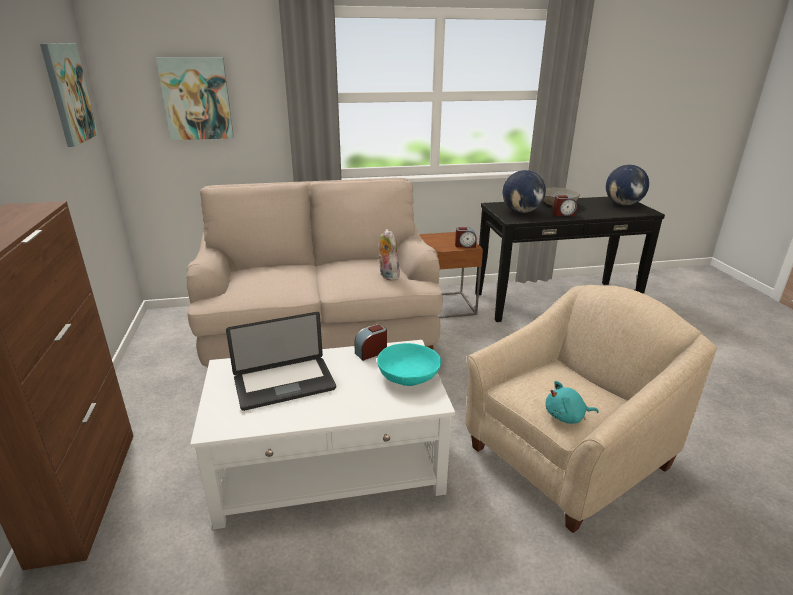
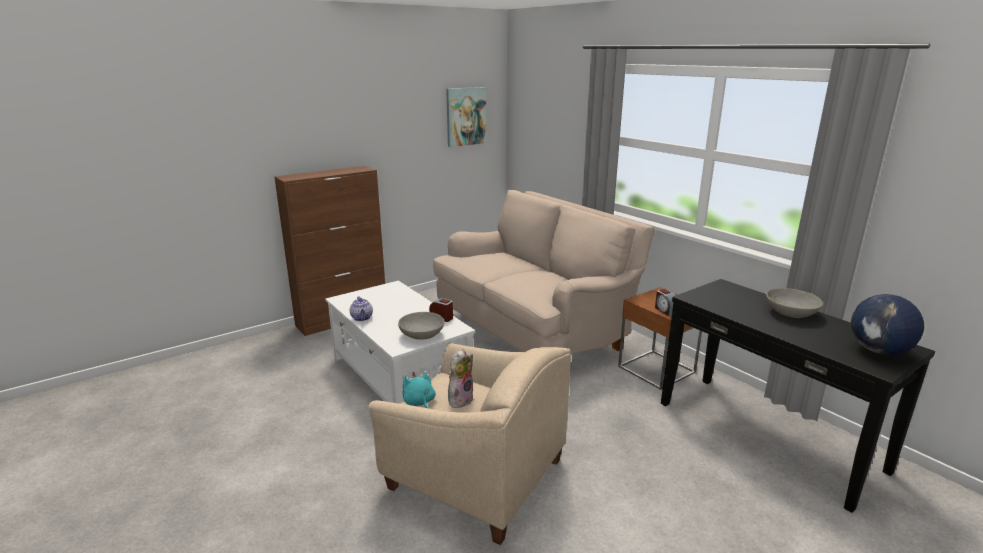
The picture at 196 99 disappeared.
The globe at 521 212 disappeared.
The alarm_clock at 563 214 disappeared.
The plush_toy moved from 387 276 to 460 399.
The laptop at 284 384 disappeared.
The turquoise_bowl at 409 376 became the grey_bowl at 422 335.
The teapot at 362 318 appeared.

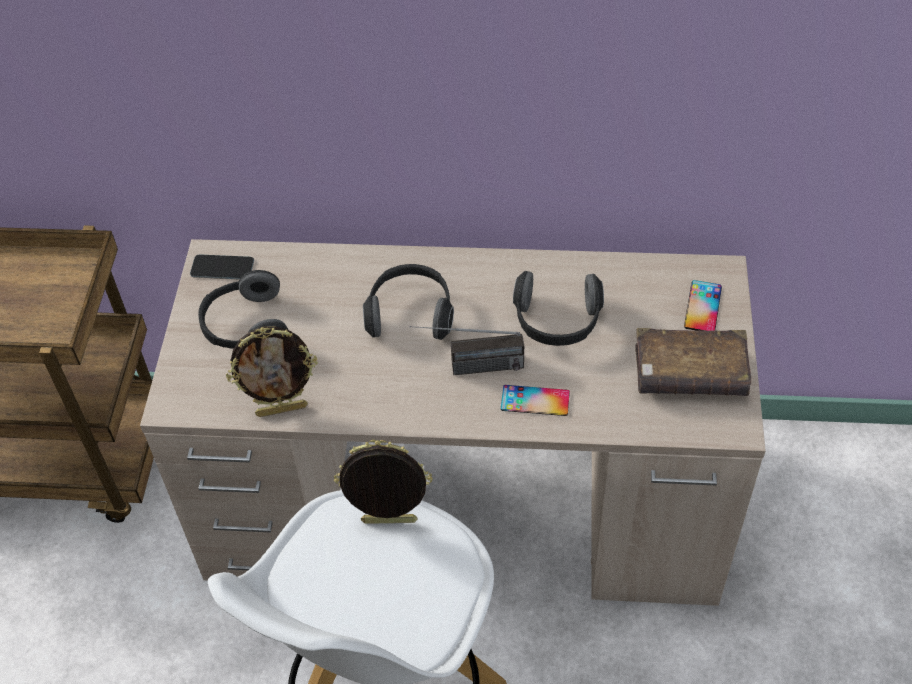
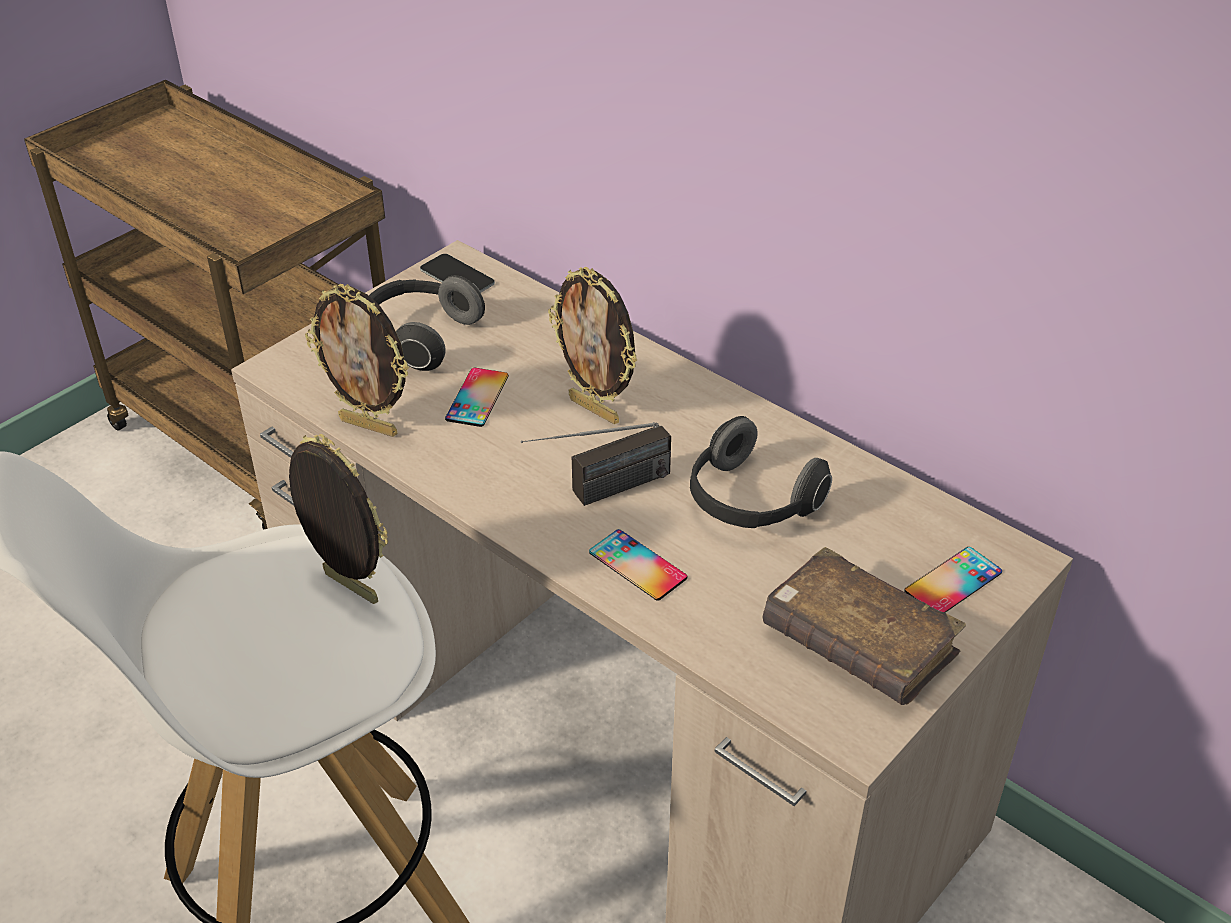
The headphones at 410 314 was replaced by the picture_frame at 595 410.
The radio at 468 368 turned 60 degrees counterclockwise.
The phone at 477 397 appeared.

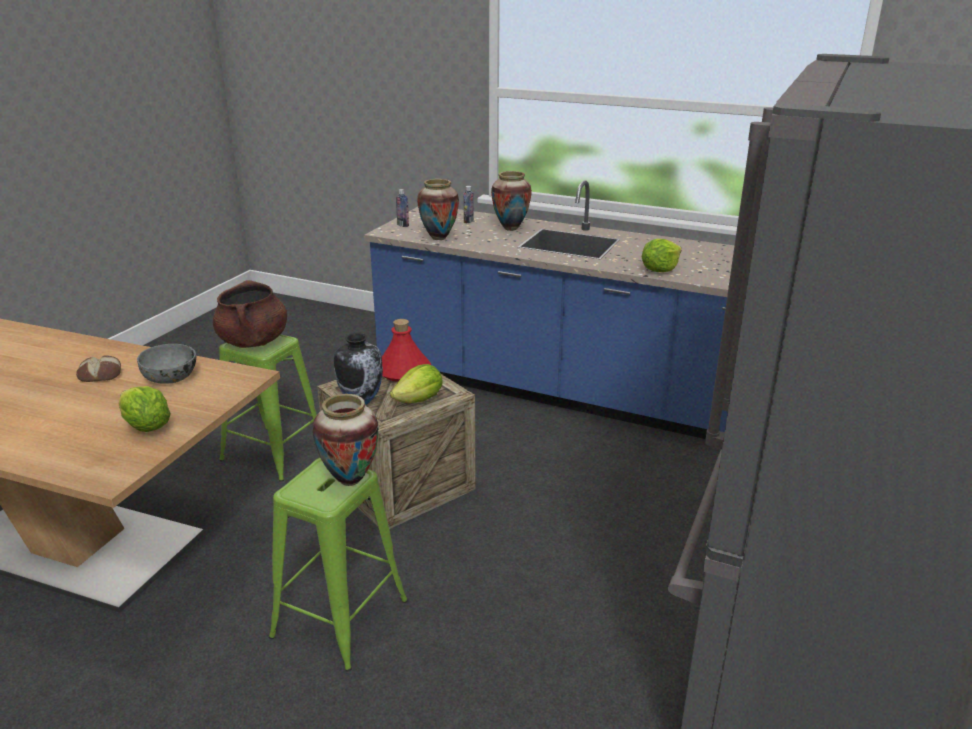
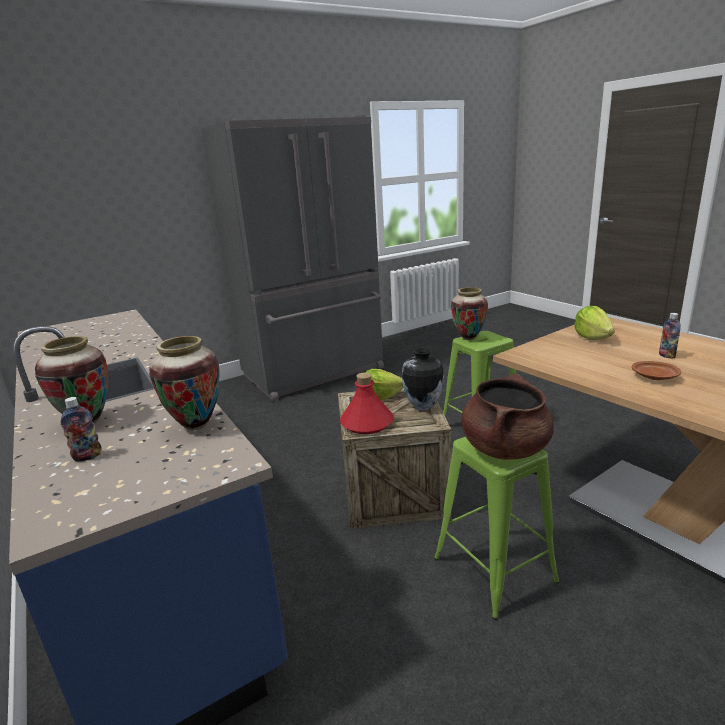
The bottle moved from 403 225 to 666 356.
The lettuce at 659 270 disappeared.
The grey_bowl at 170 377 disappeared.
The bread at 101 374 was replaced by the brown_plate at 655 377.

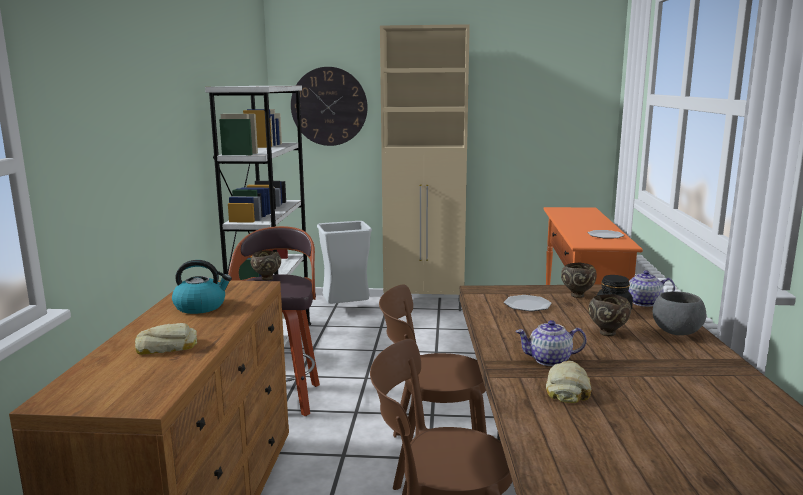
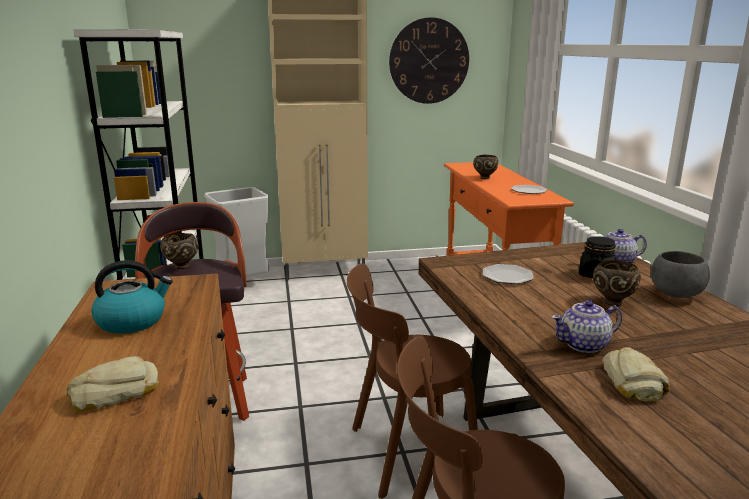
The wall_clock moved from 329 106 to 429 61.
The brown_bowl moved from 577 295 to 484 178.

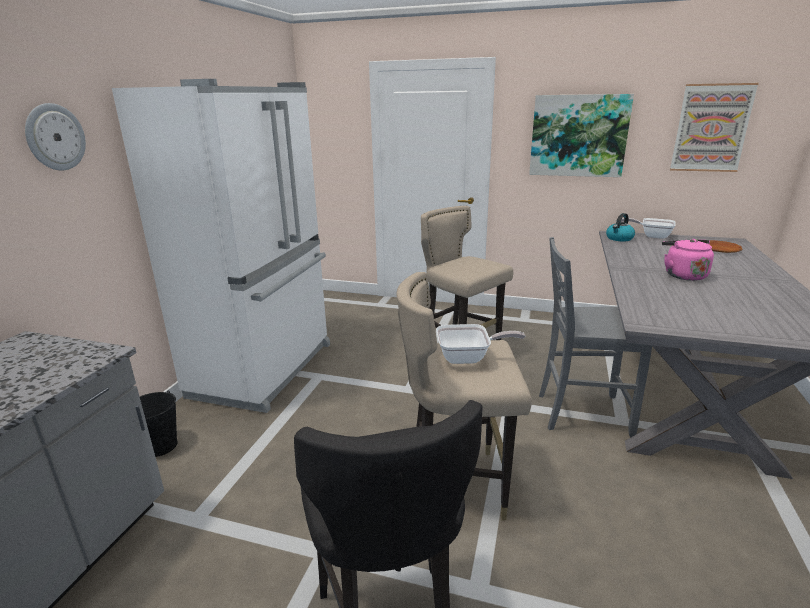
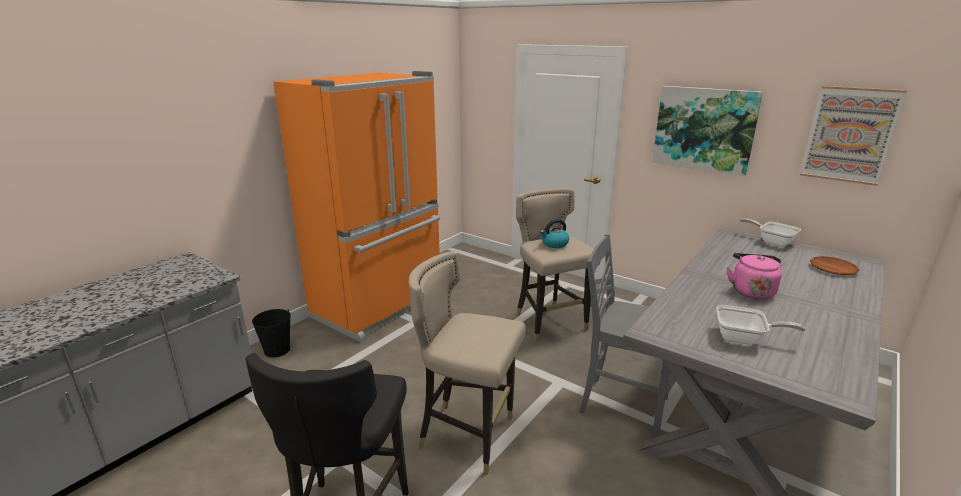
The white_fridge at 266 369 became the orange_fridge at 381 306.
The wall_clock at 55 137 disappeared.
The kettle moved from 619 238 to 554 244.
The frying_pan moved from 469 358 to 744 339.

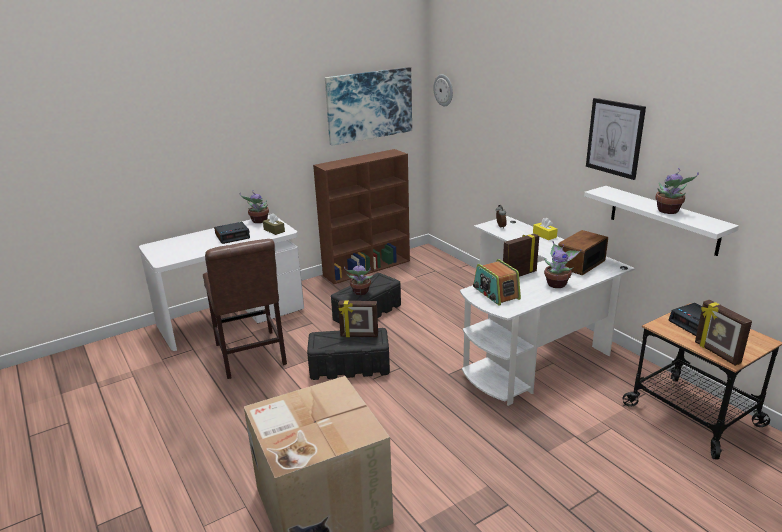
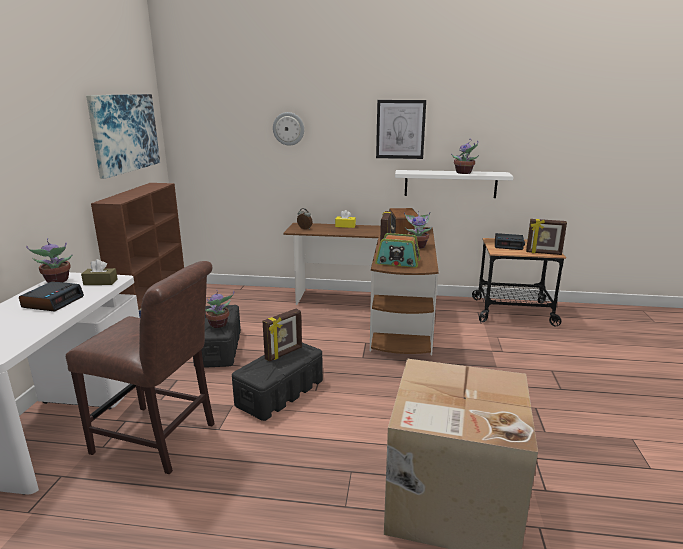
The wall_clock moved from 444 90 to 288 128.
The white_desk at 533 342 became the brown_desk at 376 313.

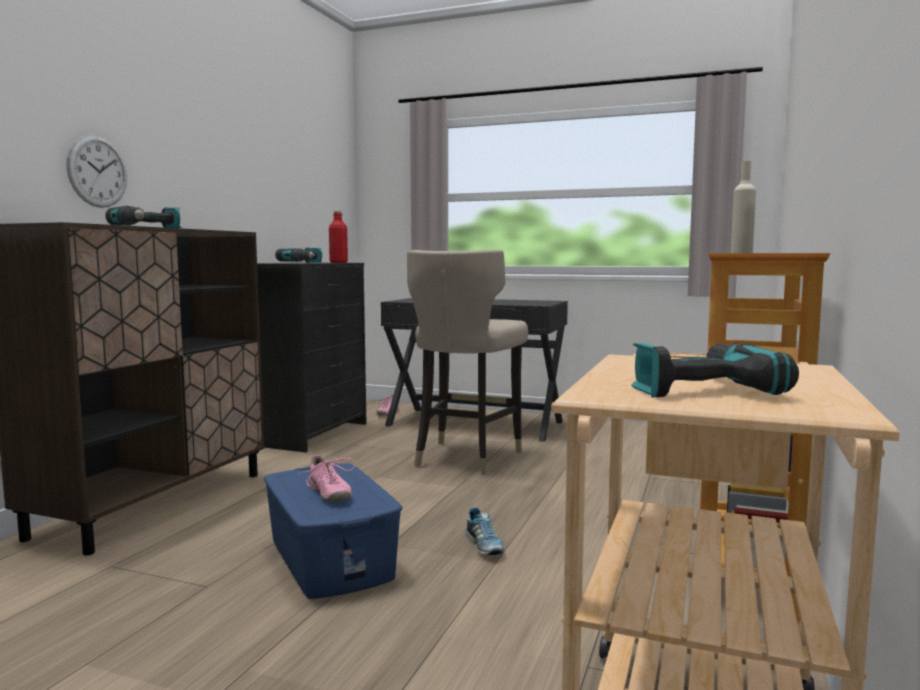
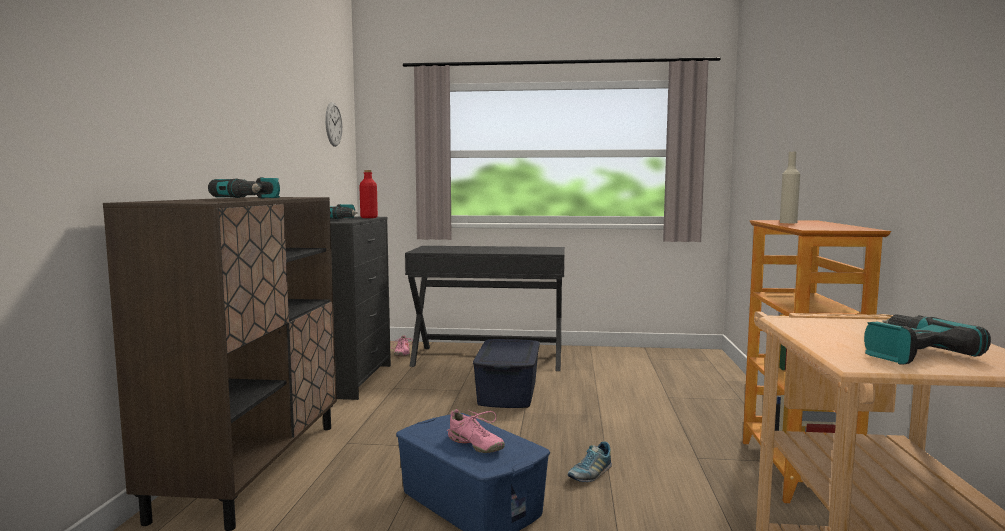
The wall_clock moved from 97 171 to 333 124.
The beige_stool at 465 457 was replaced by the blue_storage_box at 507 392.
The shoe at 484 546 turned 75 degrees clockwise.

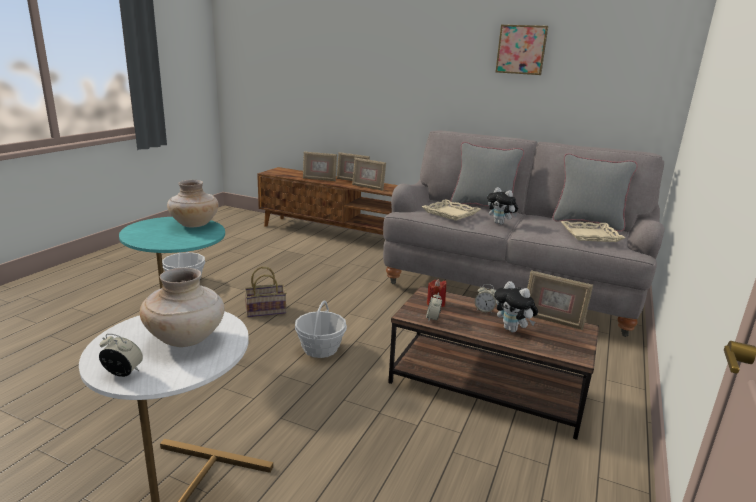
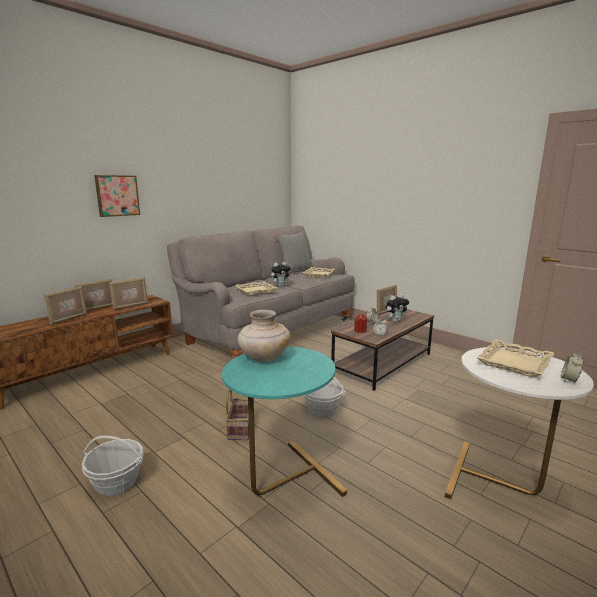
The picture moved from 521 49 to 117 195.
The grey_pillow at 482 206 disappeared.
The beige_vase at 186 339 was replaced by the beige_tray at 514 362.

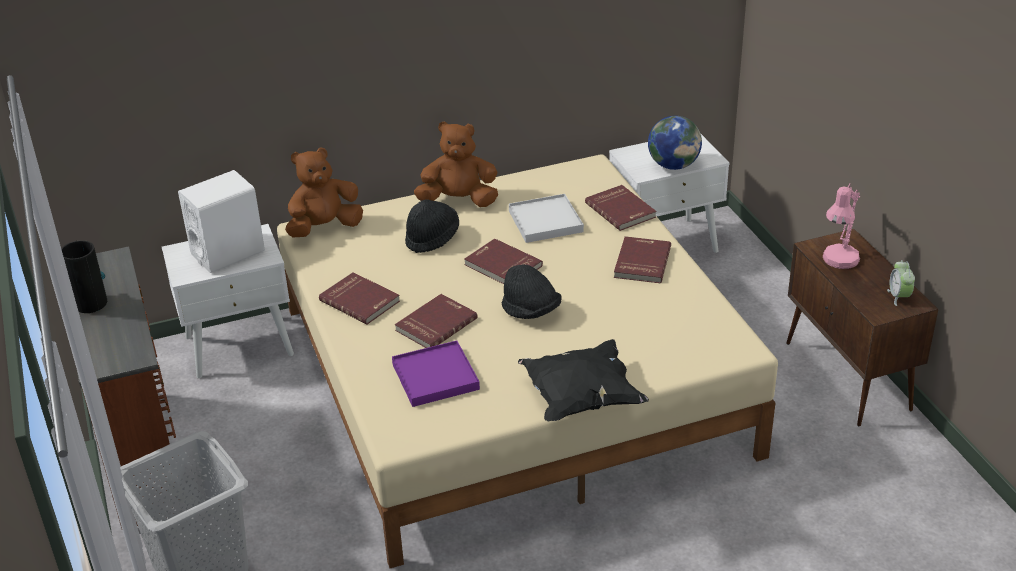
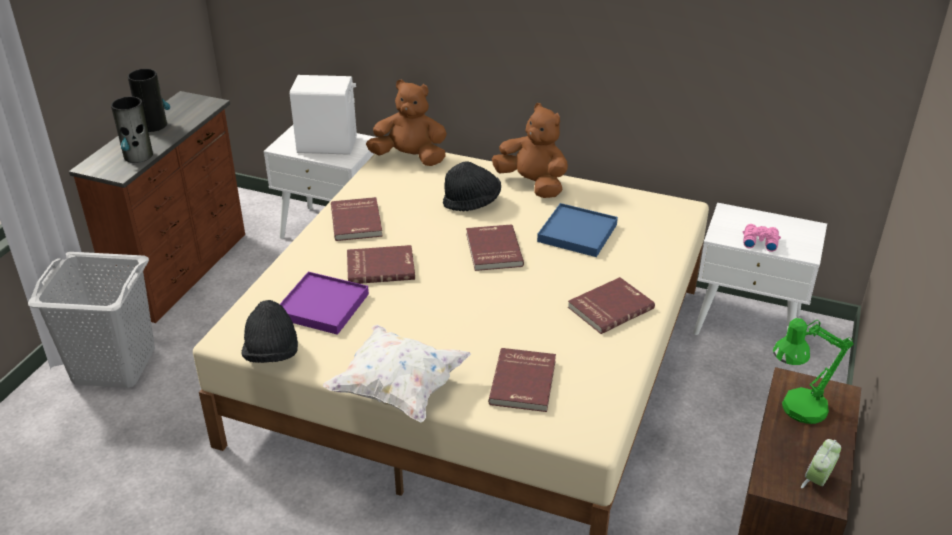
The globe at 673 165 was replaced by the pink_binoculars at 759 241.
The pink_table_lamp at 838 263 became the green_table_lamp at 796 410.
The red_book moved from 621 210 to 524 382.
The white_tray at 545 221 became the blue_tray at 577 233.
The black_hat moved from 530 311 to 272 354.
The black_pillow at 581 398 became the white_pillow at 398 389.
The vase at 138 155 appeared.

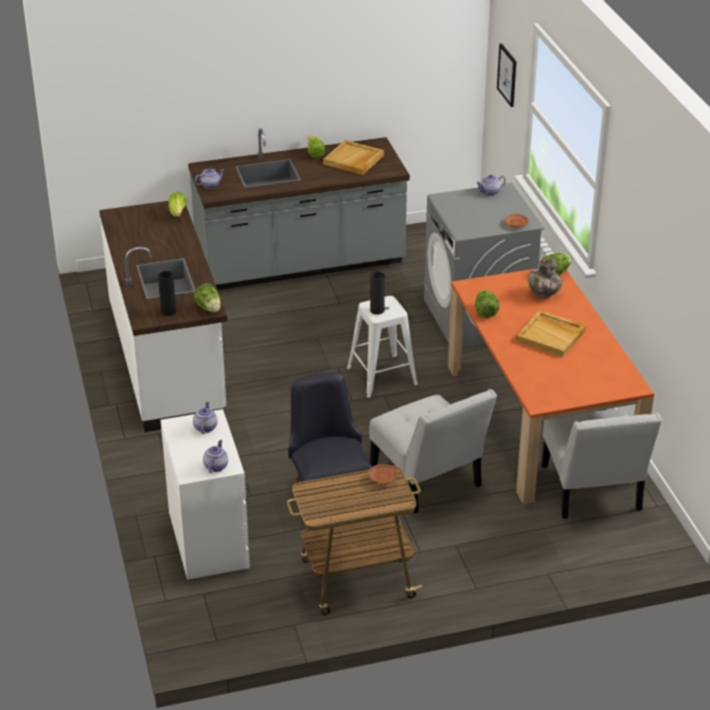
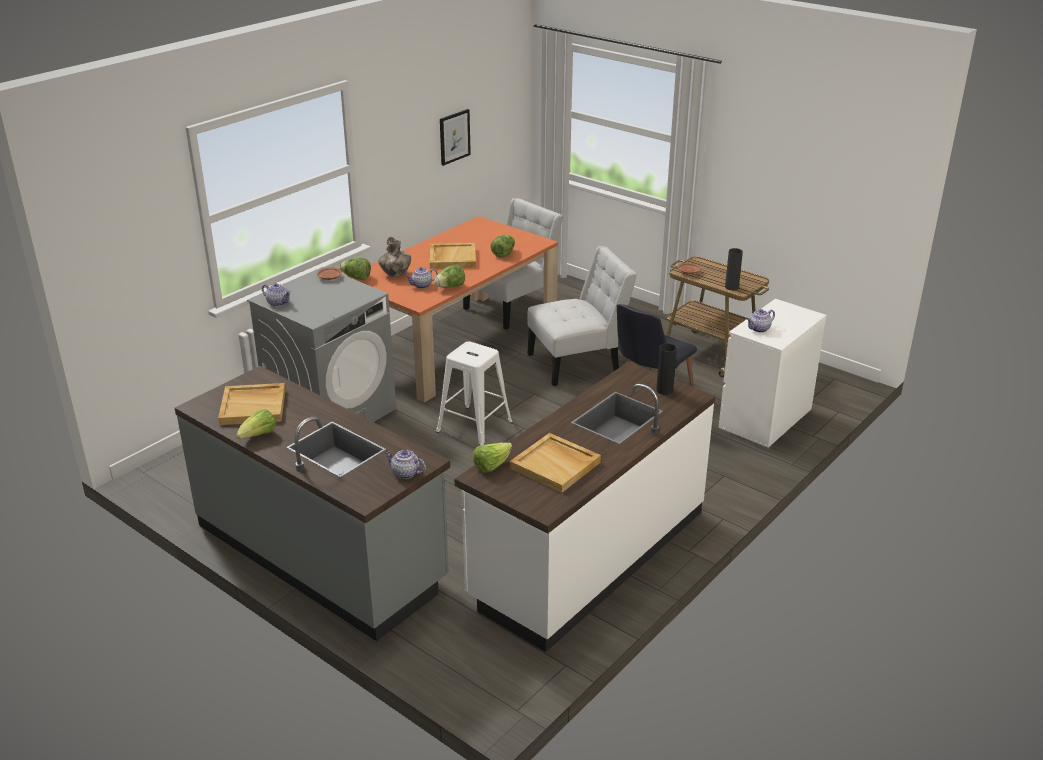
The picture moved from 507 75 to 454 137.
The black_vase moved from 377 310 to 731 287.
The lettuce moved from 209 308 to 504 254.
The white_chair at 428 481 turned 45 degrees clockwise.
The teapot moved from 216 466 to 421 285.
The beige_tray at 556 465 appeared.

